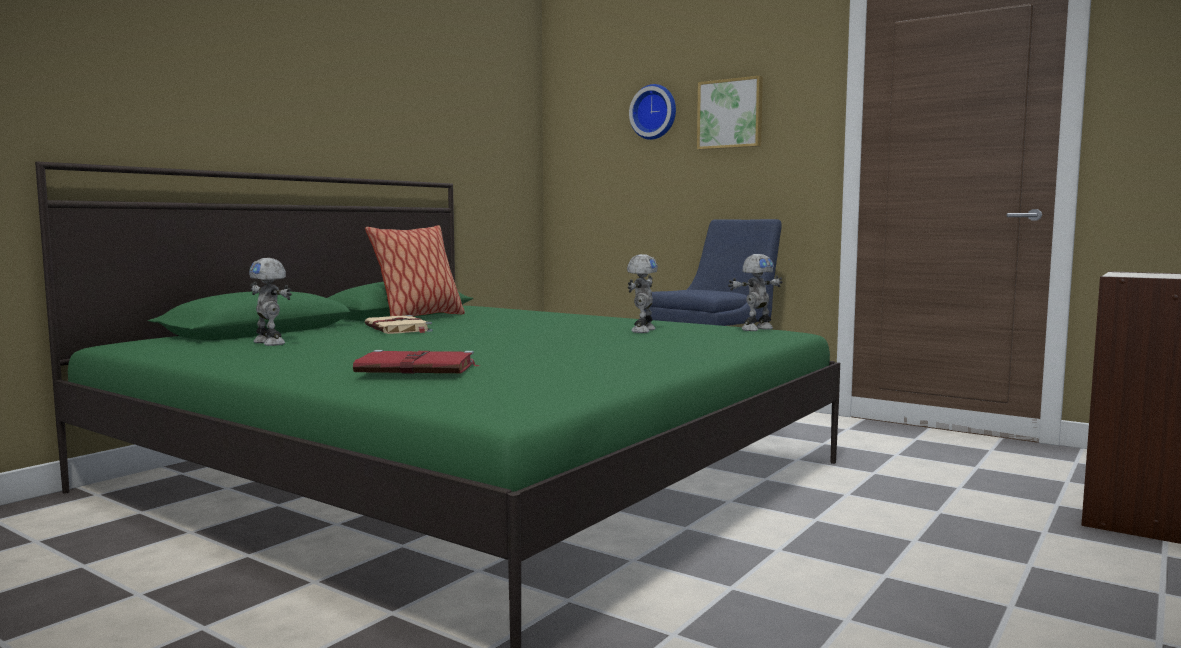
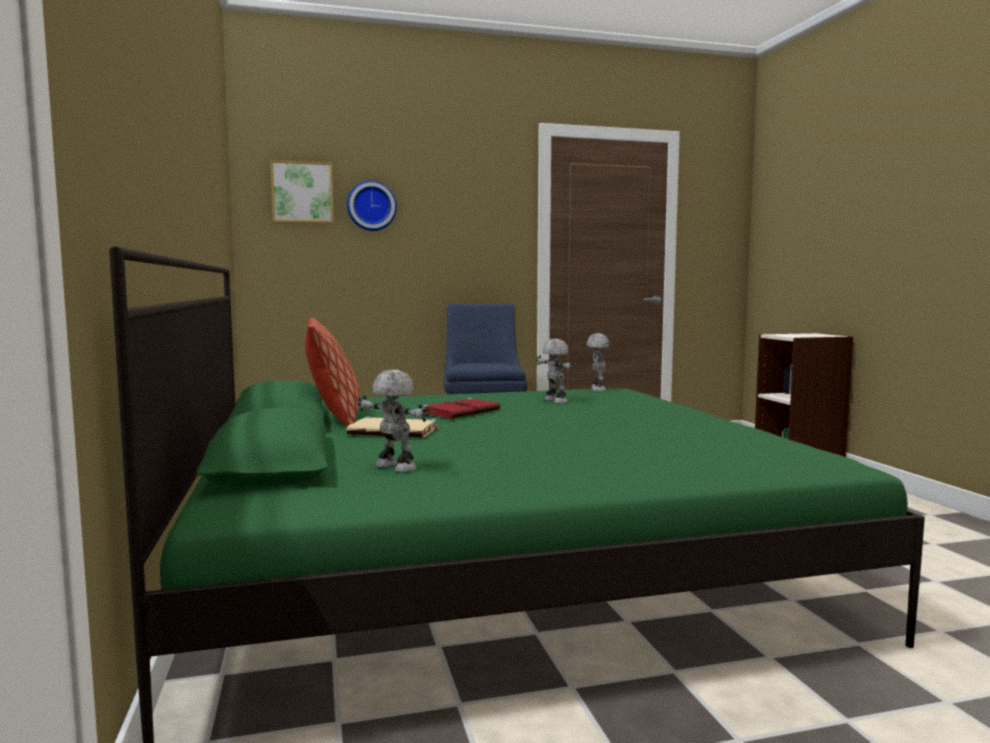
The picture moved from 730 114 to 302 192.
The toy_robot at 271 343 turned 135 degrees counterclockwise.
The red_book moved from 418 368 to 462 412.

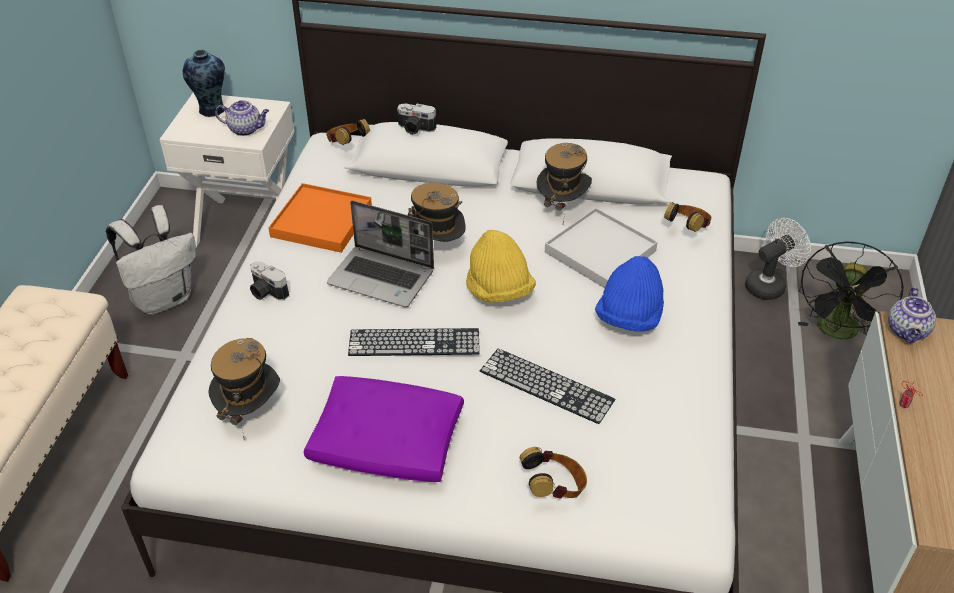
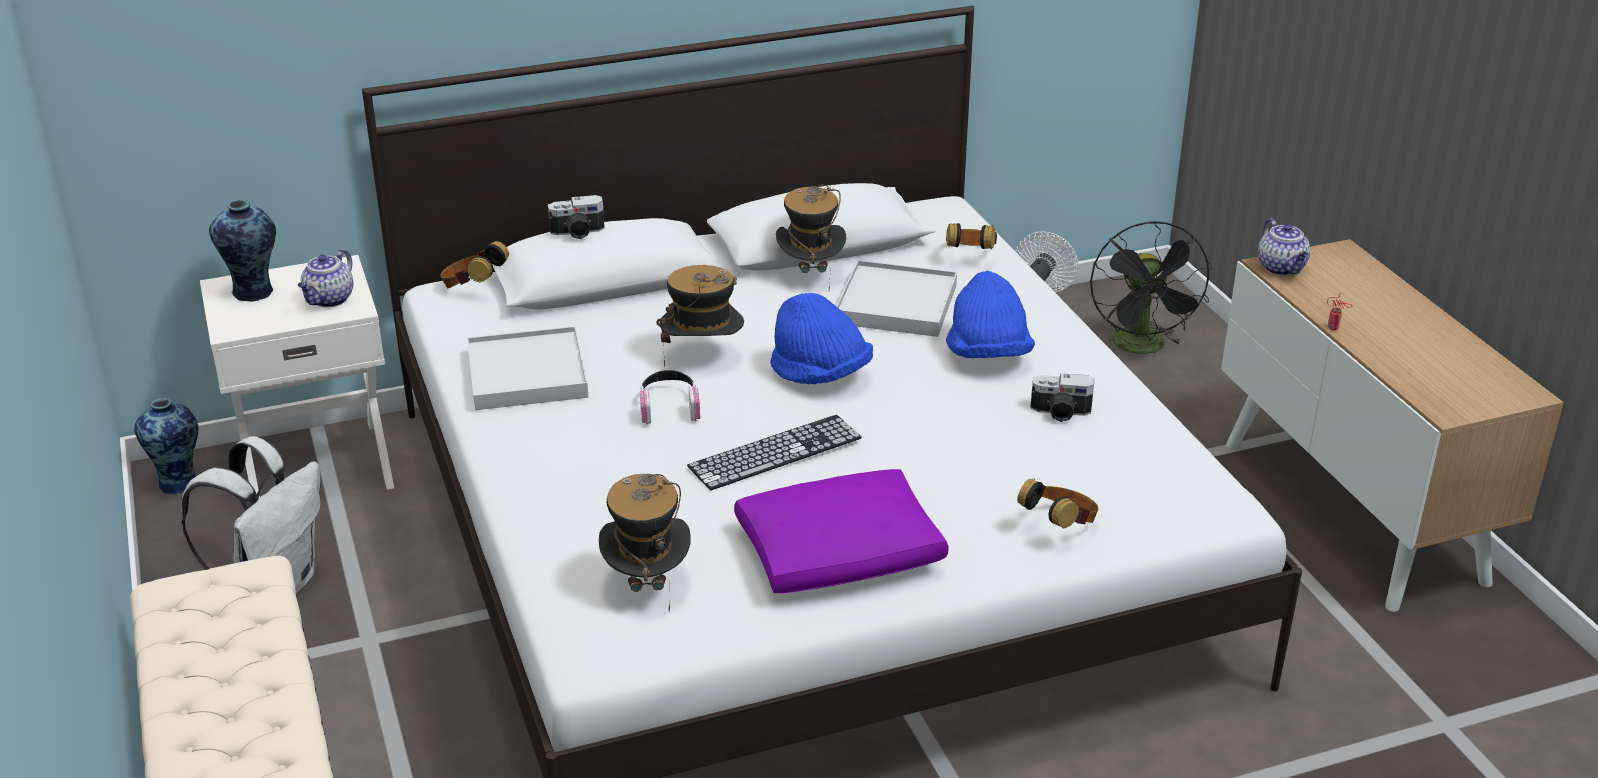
The teapot at 246 129 turned 135 degrees clockwise.
The orange_tray at 322 221 became the white_tray at 527 374.
The laptop at 383 278 was replaced by the headphones at 669 405.
The yellow_hat at 499 290 became the blue_hat at 820 374.
The photo_camera moved from 266 292 to 1060 413.
The keyboard at 546 385 disappeared.
The vase at 179 482 appeared.

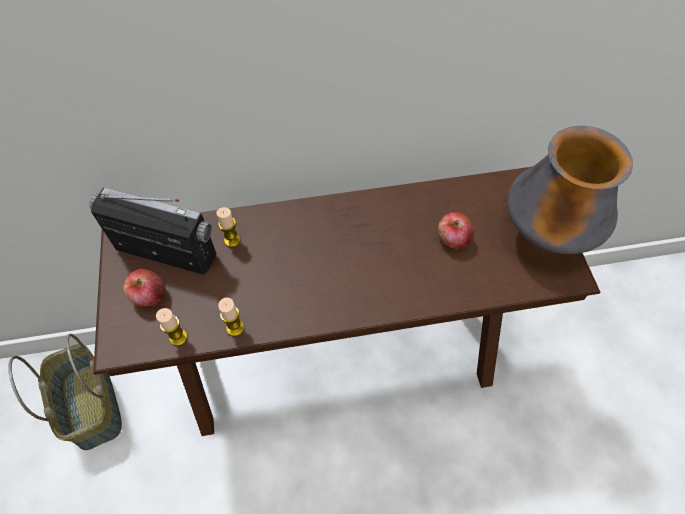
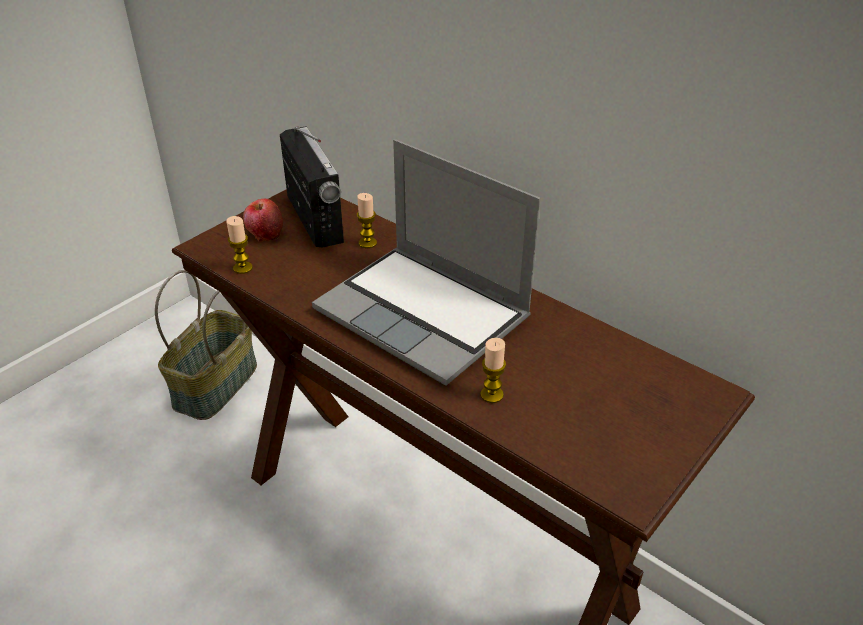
The vase at 546 235 disappeared.
The apple at 453 239 disappeared.
The candle moved from 235 328 to 491 395.
The laptop at 425 315 appeared.

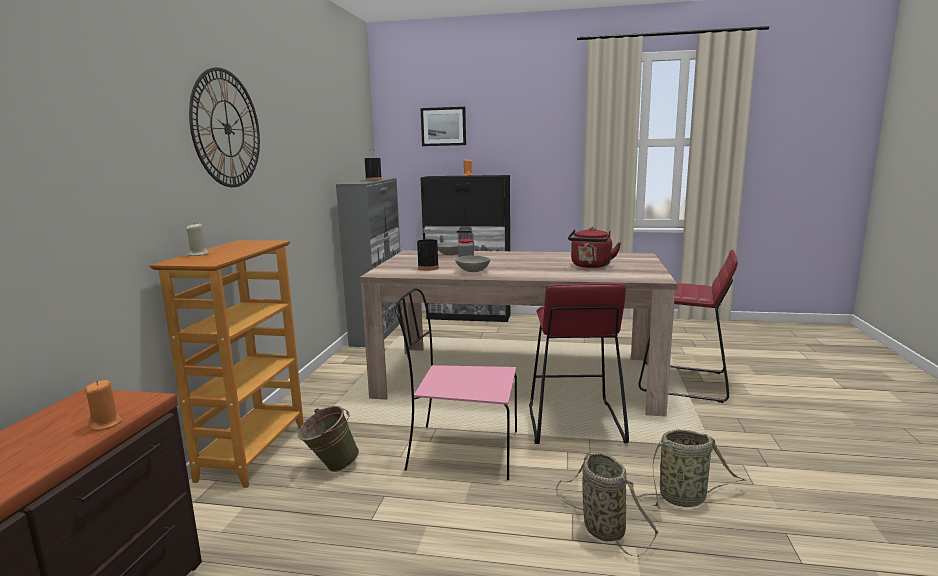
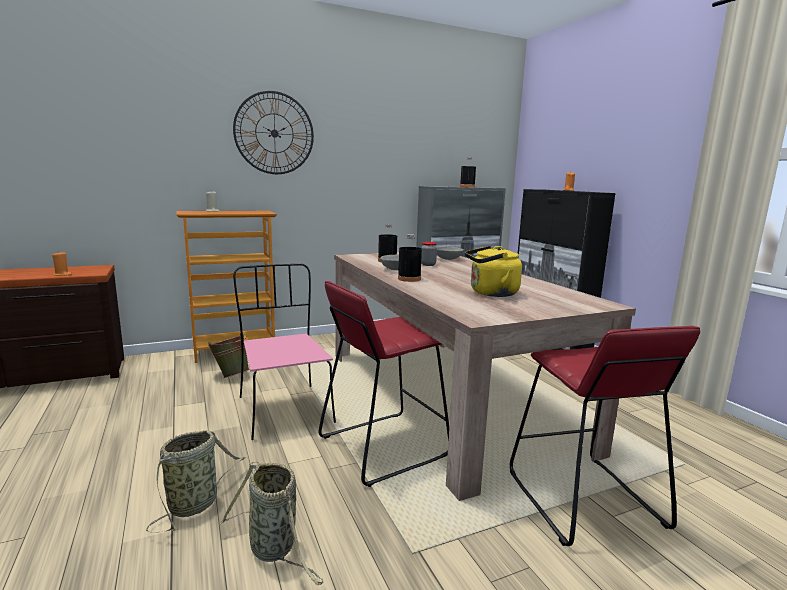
The picture at 443 126 disappeared.
The red_kettle at 591 266 became the yellow_kettle at 491 293.
The black_bottle at 409 279 appeared.

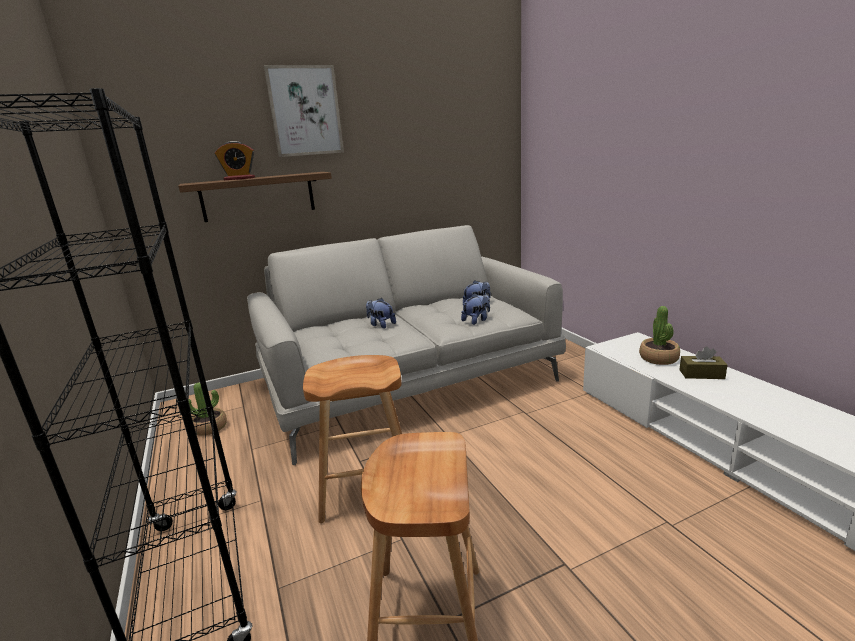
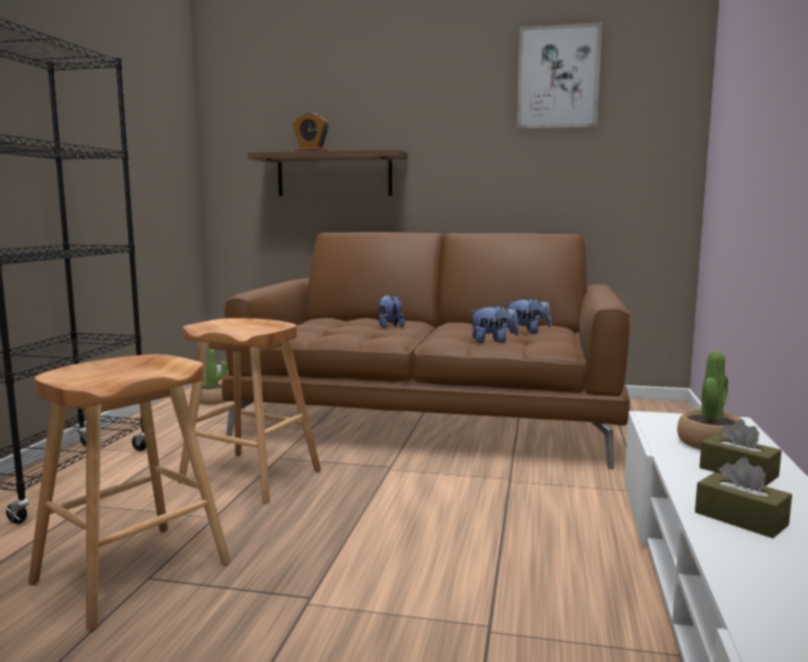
The picture moved from 305 111 to 558 77.
The grey_sofa at 409 380 became the brown_sofa at 433 418.
The brown_tissue_box at 740 519 appeared.

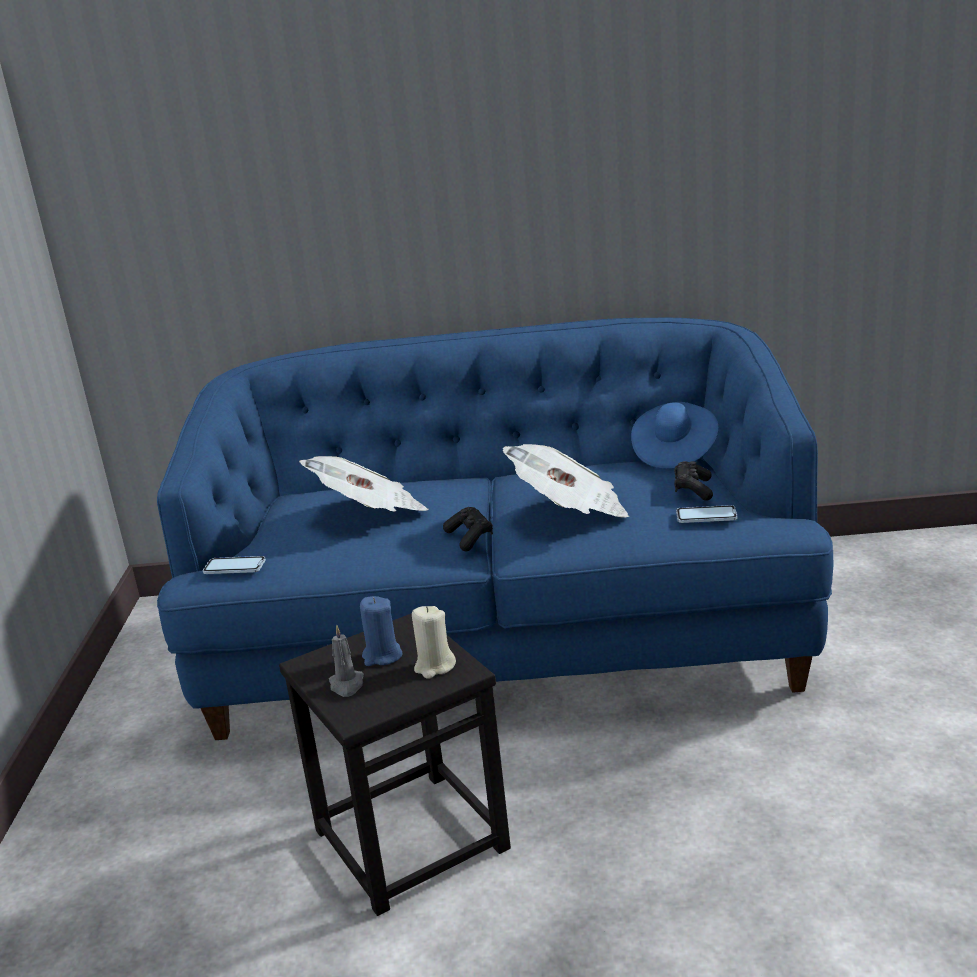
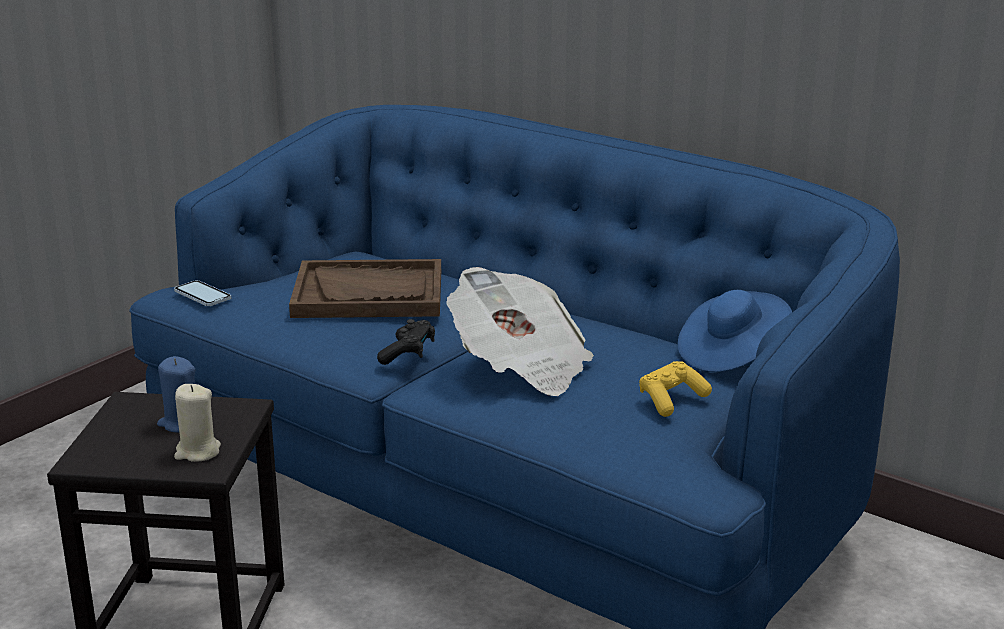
The newspaper at 370 513 was replaced by the brown_tray at 369 294.
The black_game_controller at 693 490 became the yellow_game_controller at 671 400.
The phone at 706 516 disappeared.
The grey_candle at 347 685 disappeared.

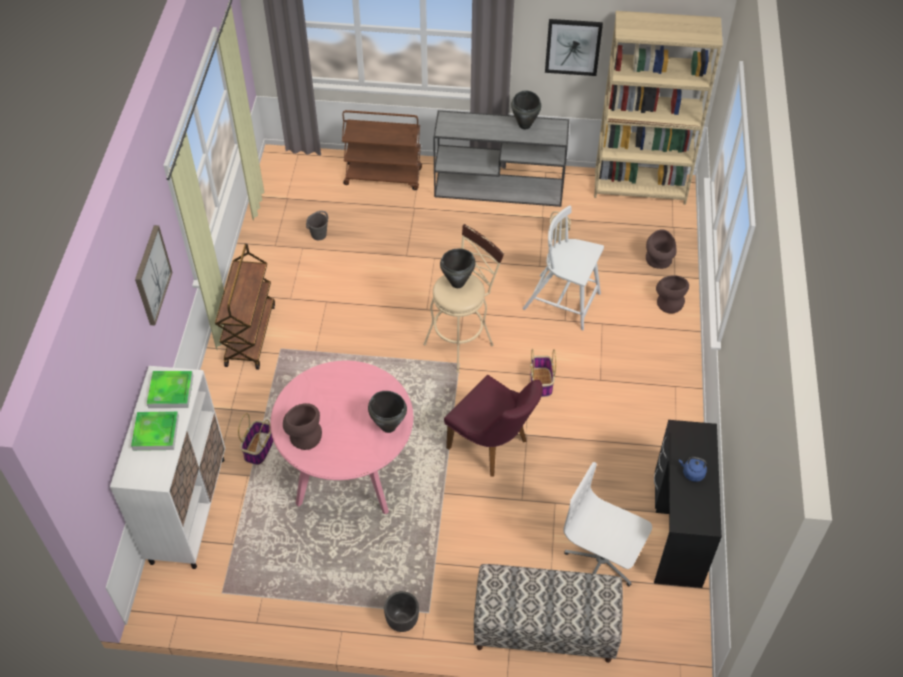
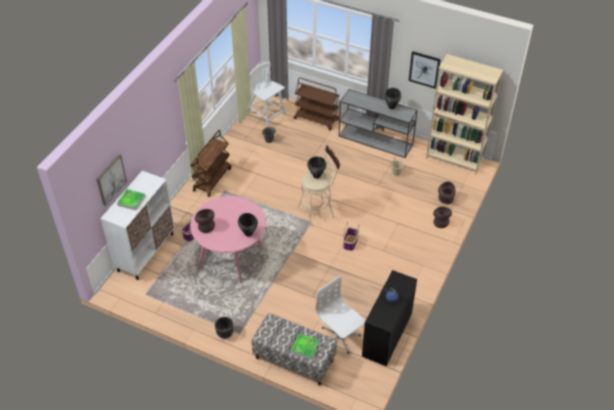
The white_chair moved from 563 302 to 266 114.
The picture moved from 151 275 to 110 179.
The tray moved from 171 391 to 305 347.
The purple_chair at 493 447 disappeared.

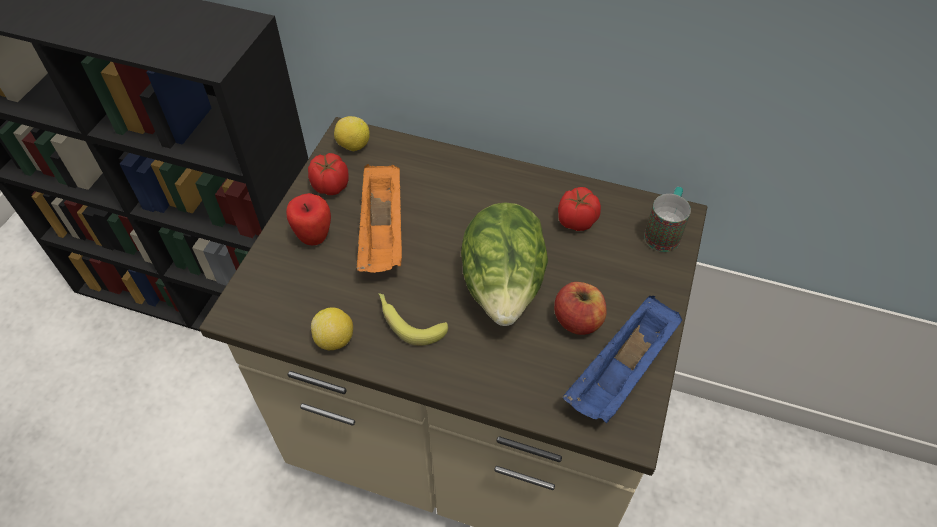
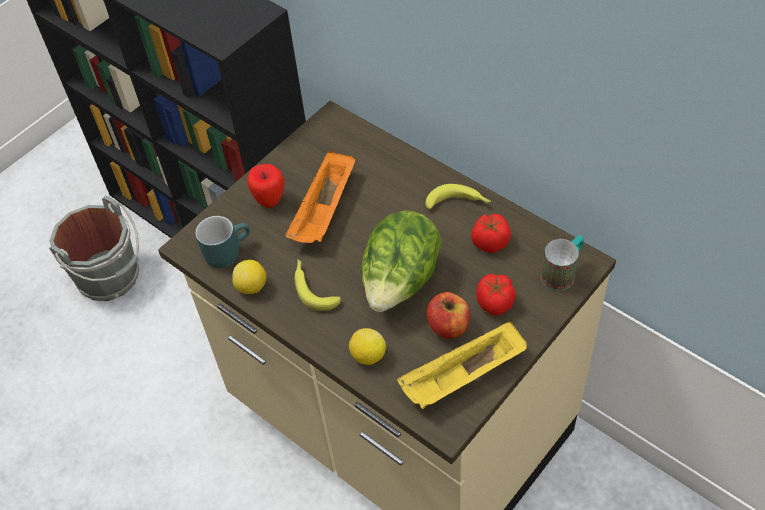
The lemon moved from 353 146 to 368 355.
The tomato moved from 331 186 to 495 304.
The blue_tray at 621 373 became the yellow_tray at 462 378.
The banana at 458 203 appeared.
The grey_bucket at 111 277 appeared.
The turquoise_mug at 226 251 appeared.

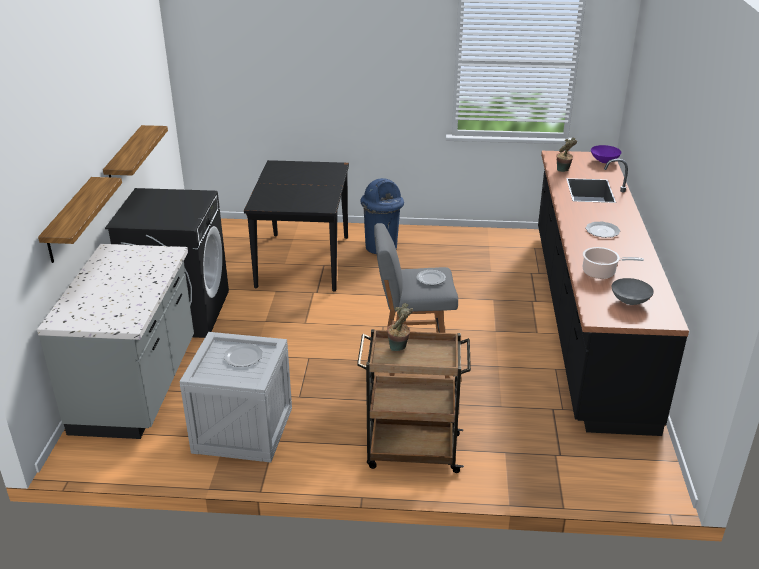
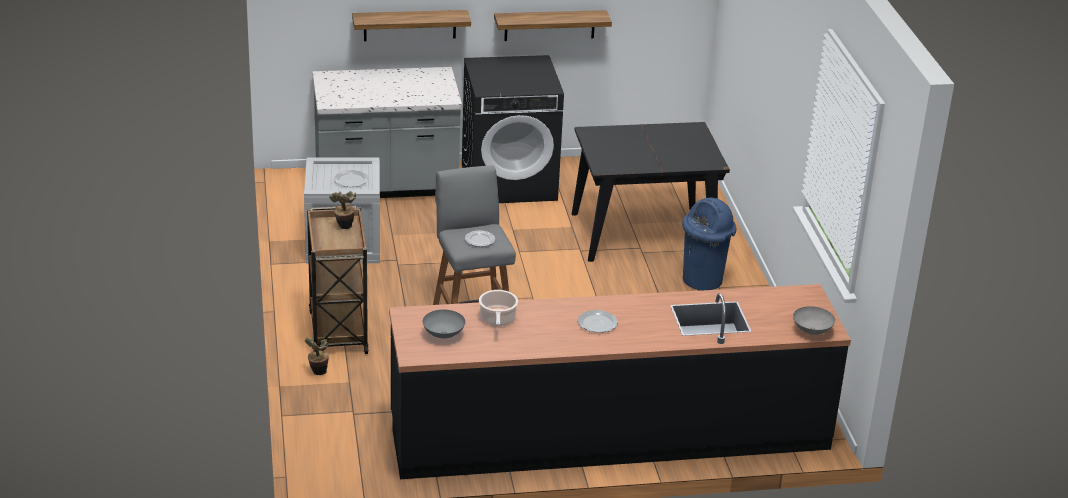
The potted_plant moved from 563 171 to 318 372.
The purple_bowl at 604 161 became the grey_bowl at 811 331.

